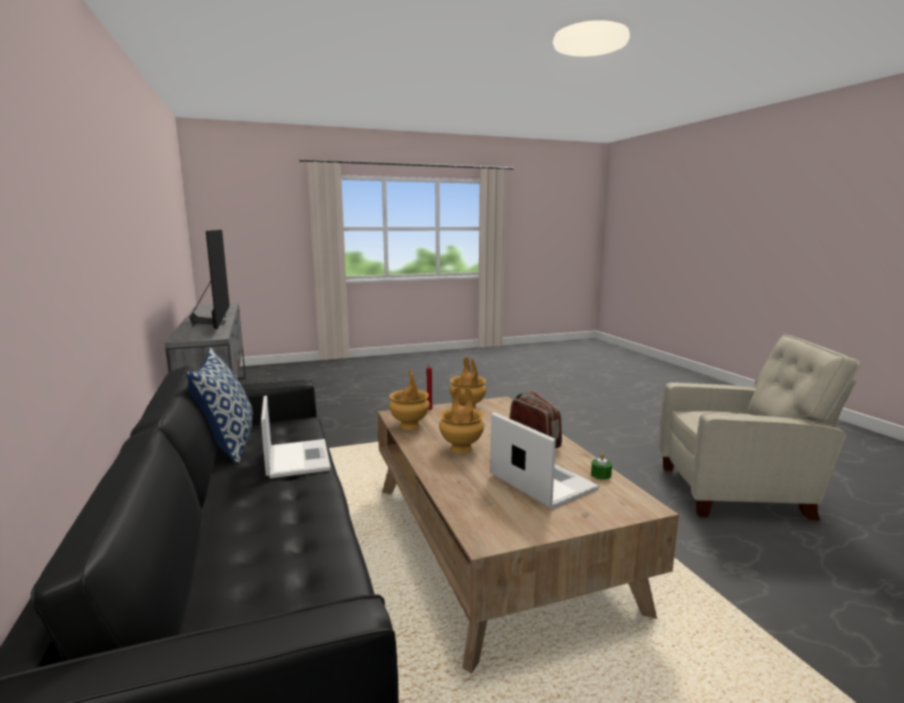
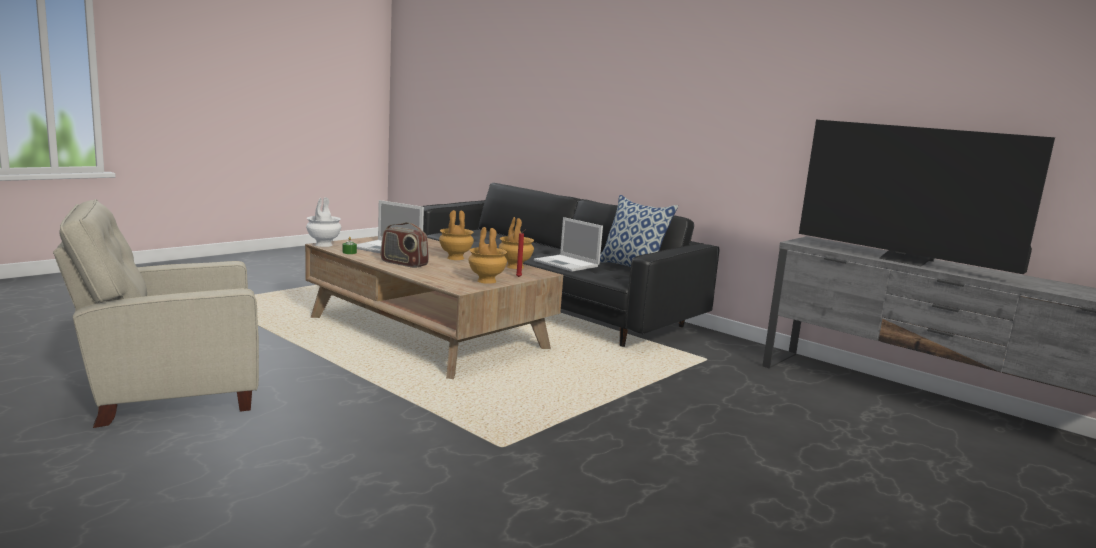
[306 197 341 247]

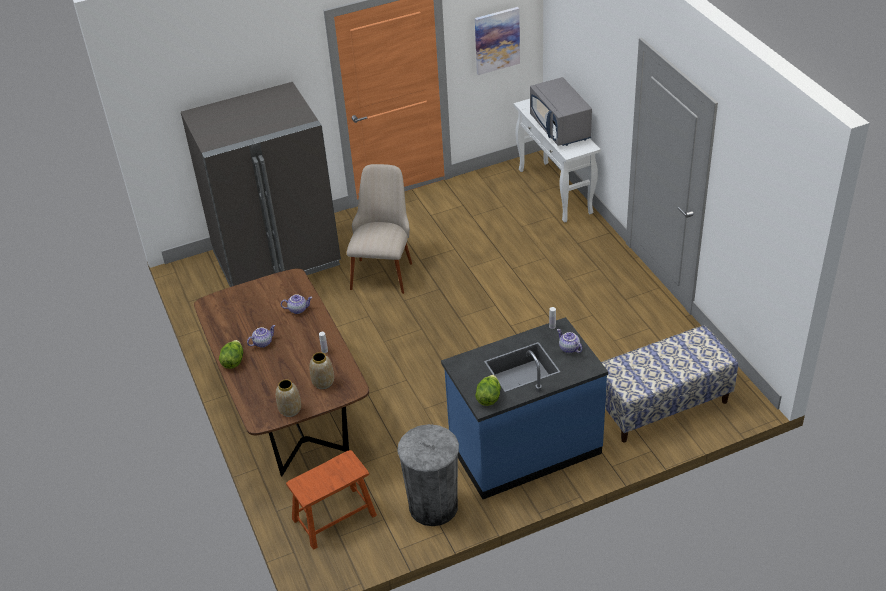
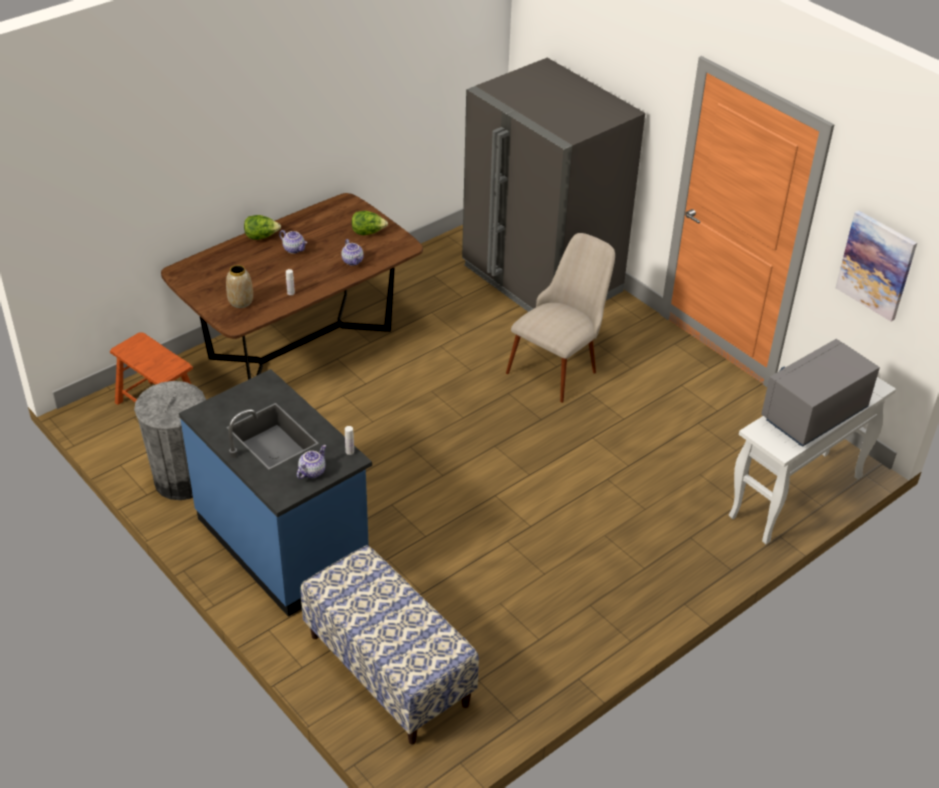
[276 379 301 417] (first image)
[506 233 615 403]
[351 211 388 235]

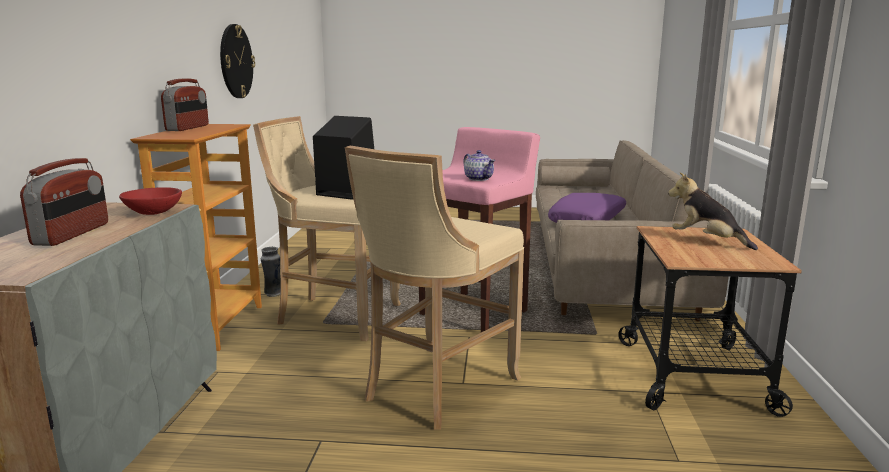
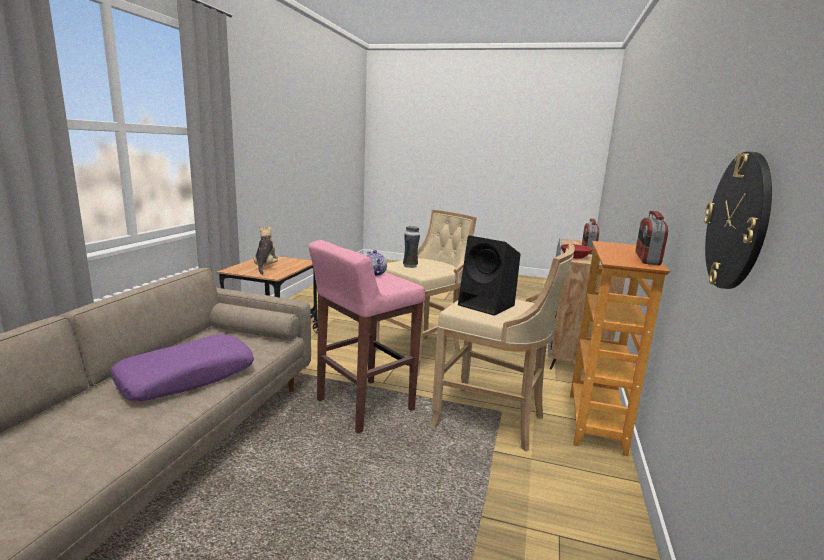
[403 226 420 268]
[254 226 278 275]

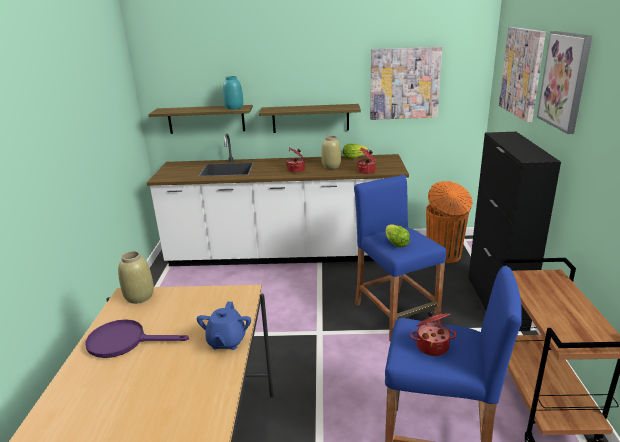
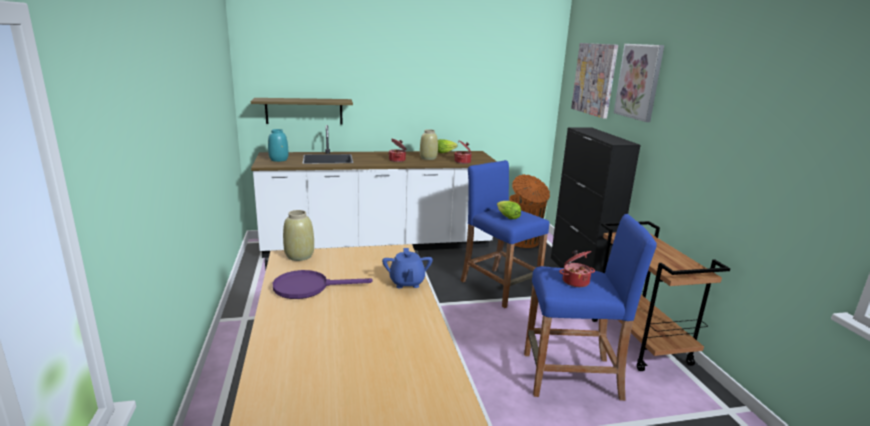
[268 129 289 162]
[259 104 361 133] (first image)
[370 46 442 120] (first image)

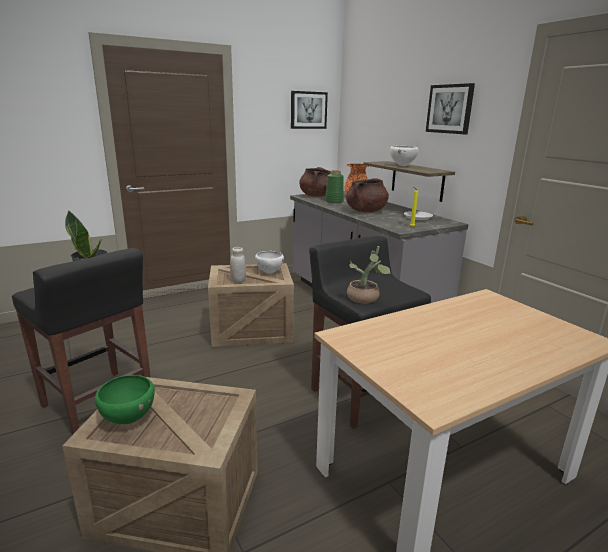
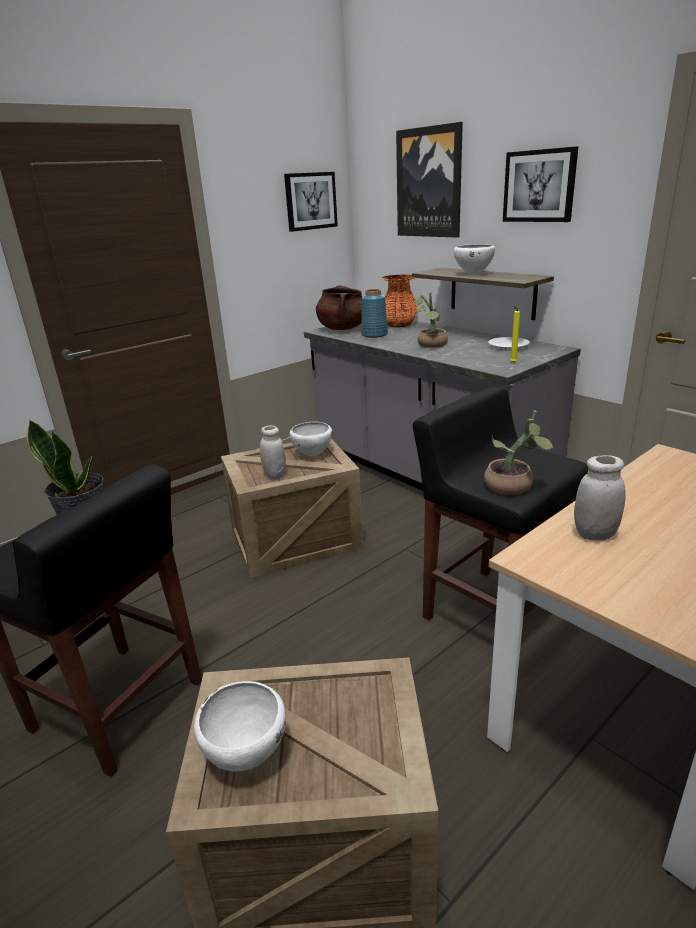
[194 681 286 771]
[361 289 388 338]
[415 292 448 348]
[396 122 463 238]
[574 455 626 541]

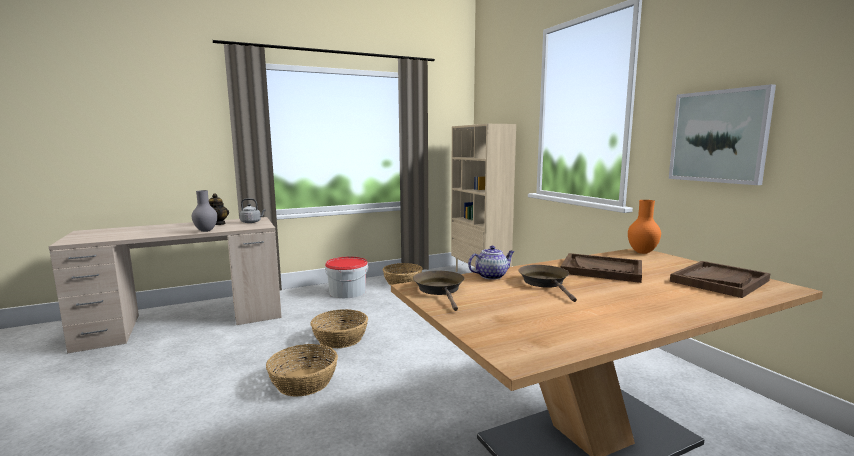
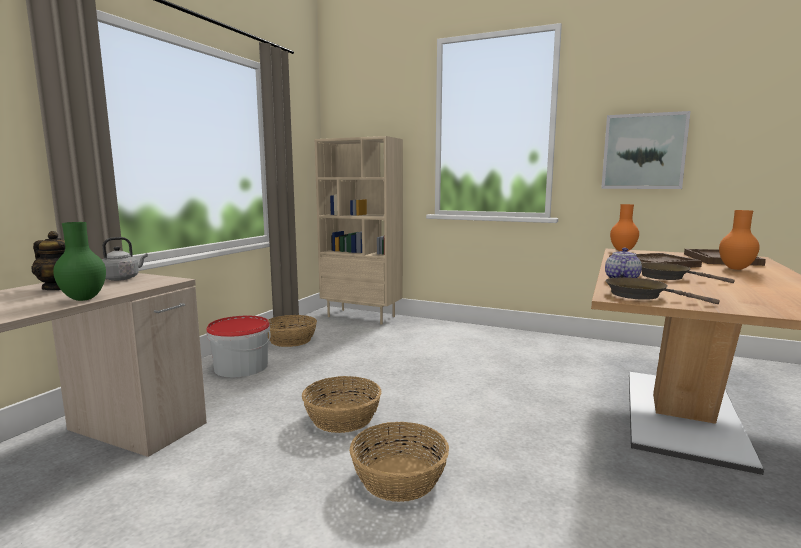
[53 222 106 301]
[719 210 760 270]

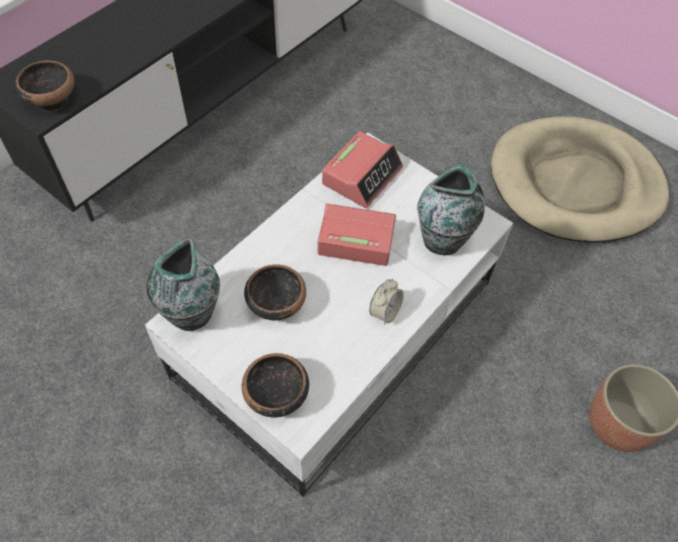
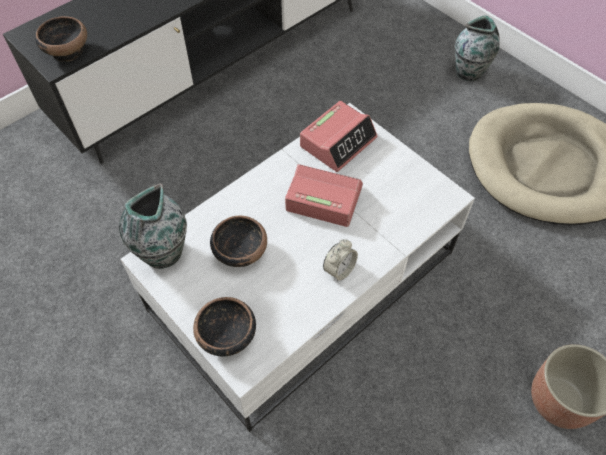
[455 15 500 81]

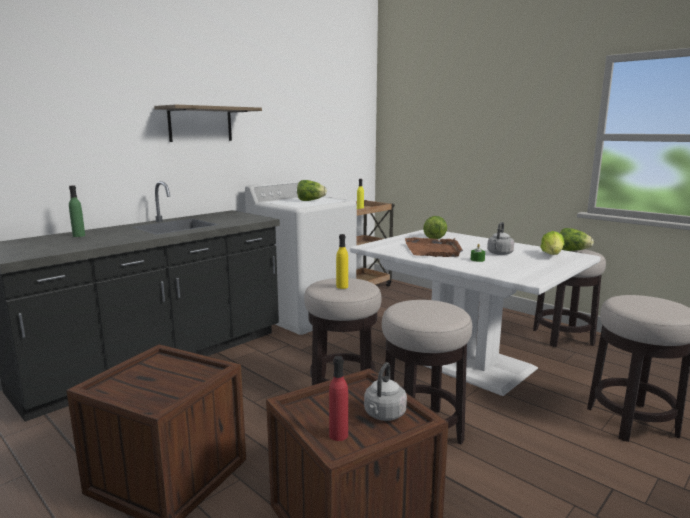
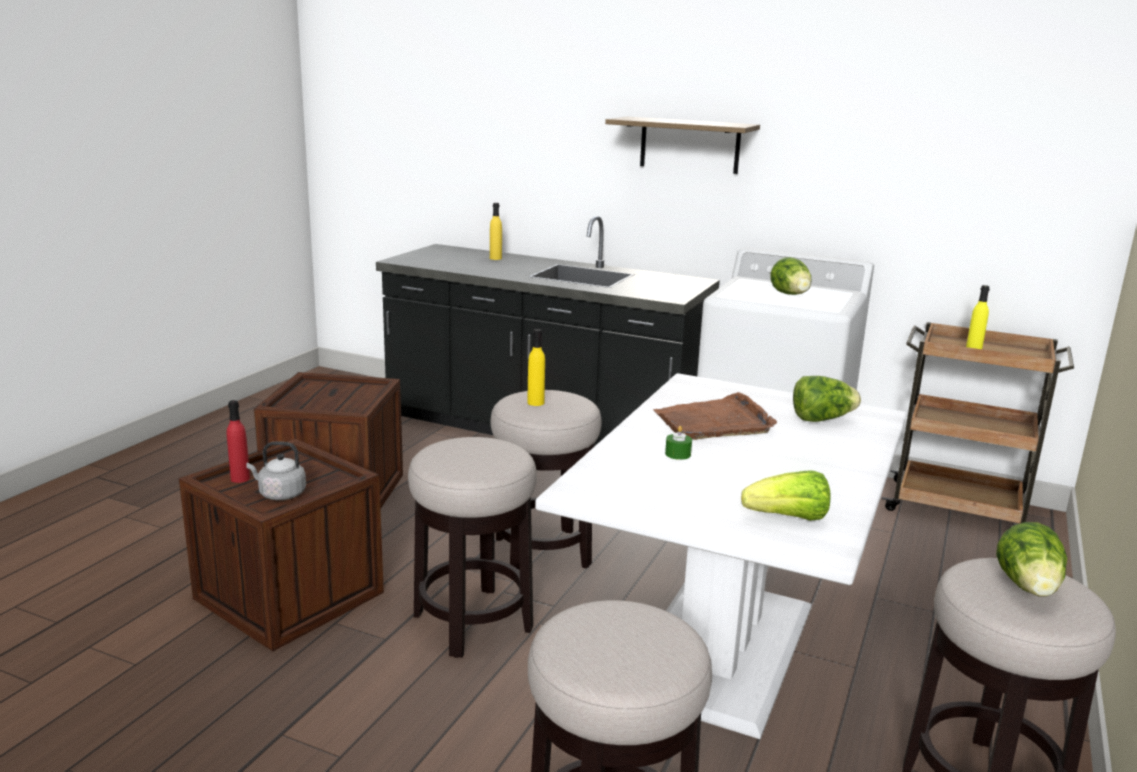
[490 203 502 260]
[487 222 514 255] (first image)

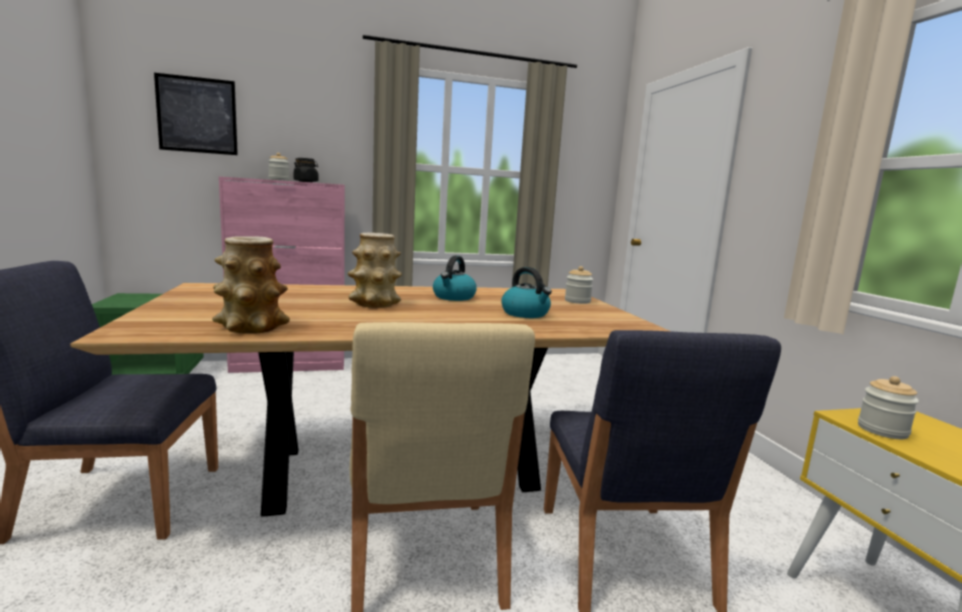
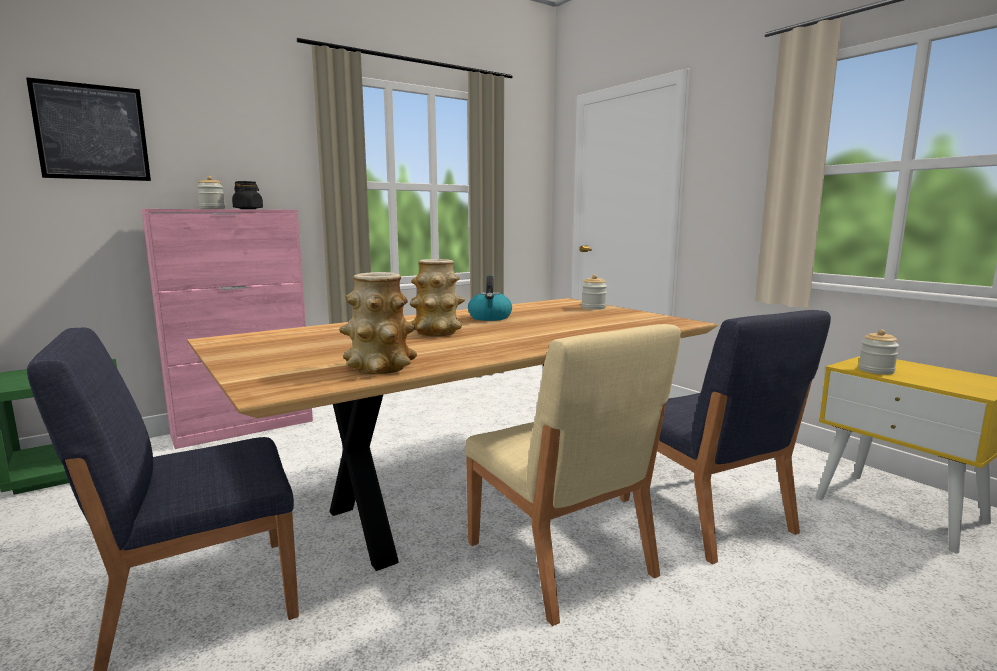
[501 267 552 318] (first image)

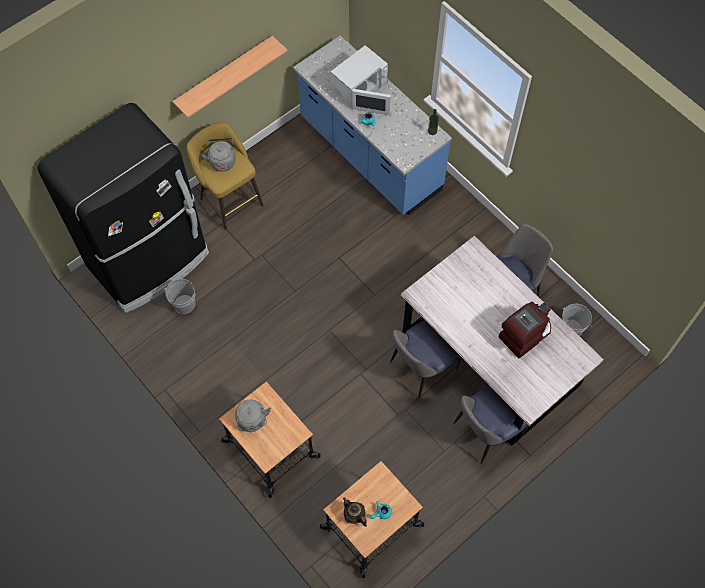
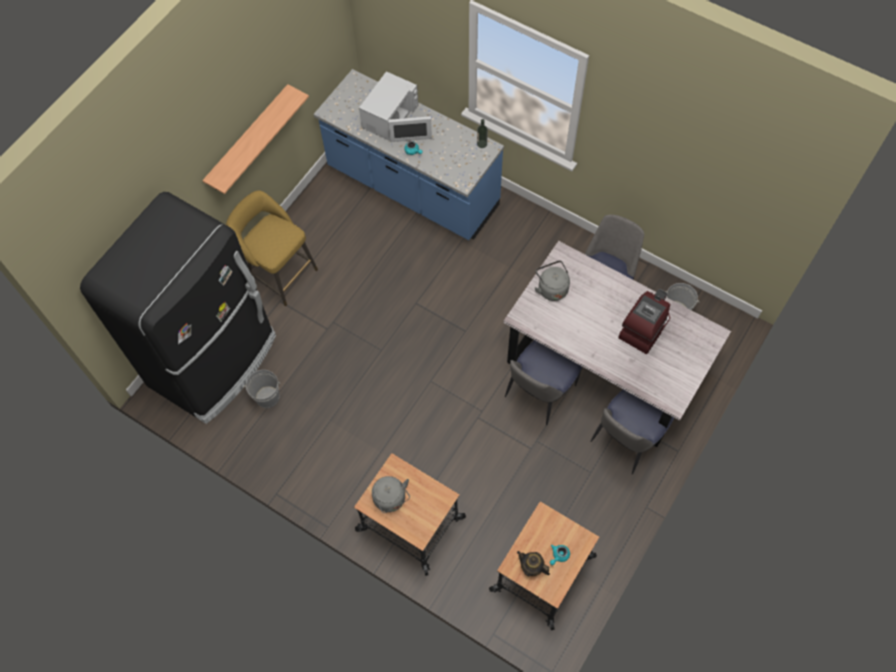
[535 260 570 301]

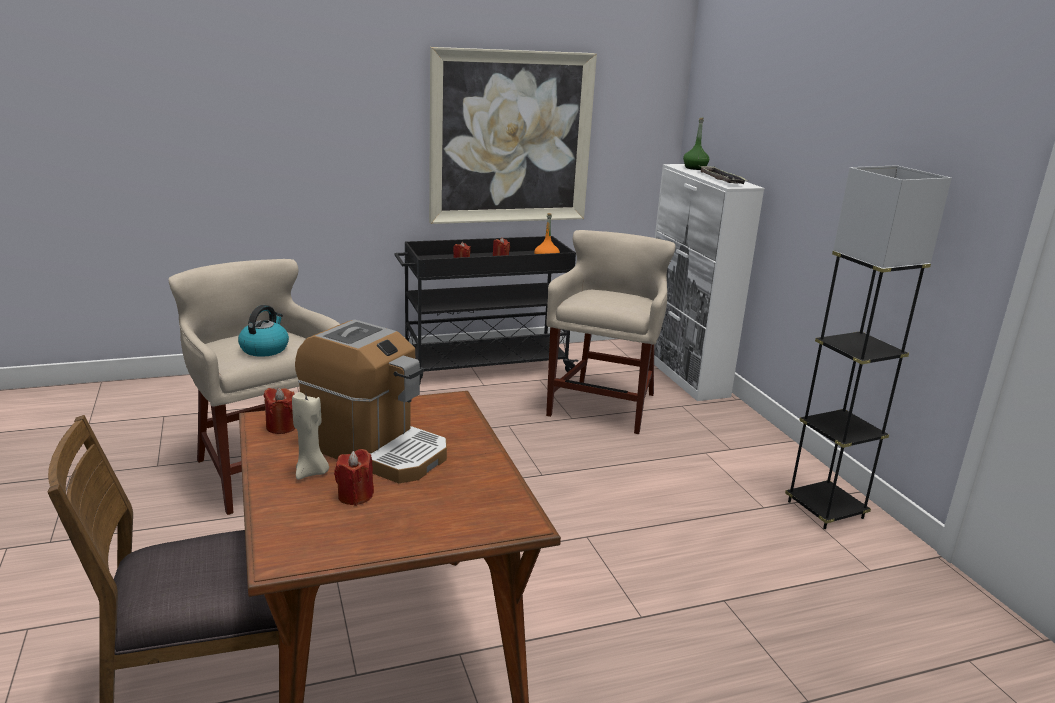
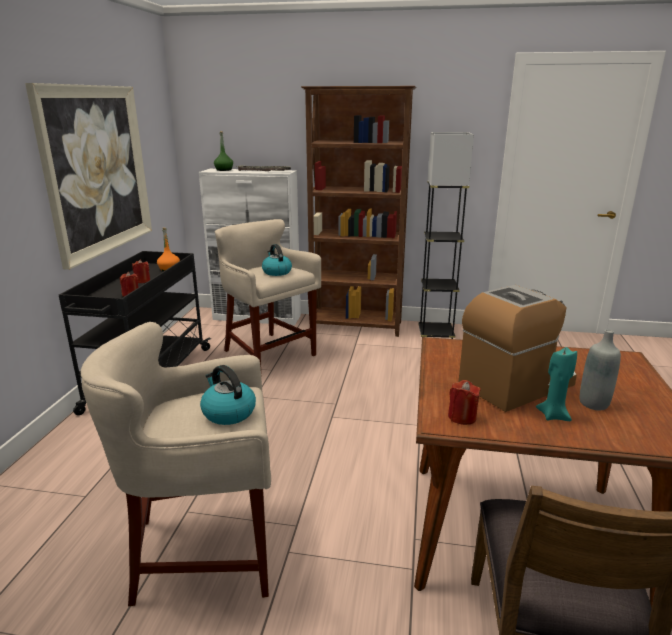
[536 346 577 421]
[580 329 621 411]
[262 244 292 276]
[301 86 417 337]

